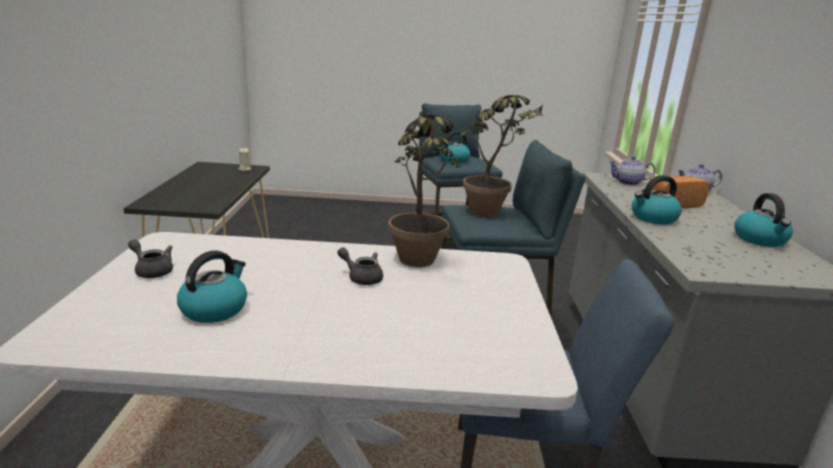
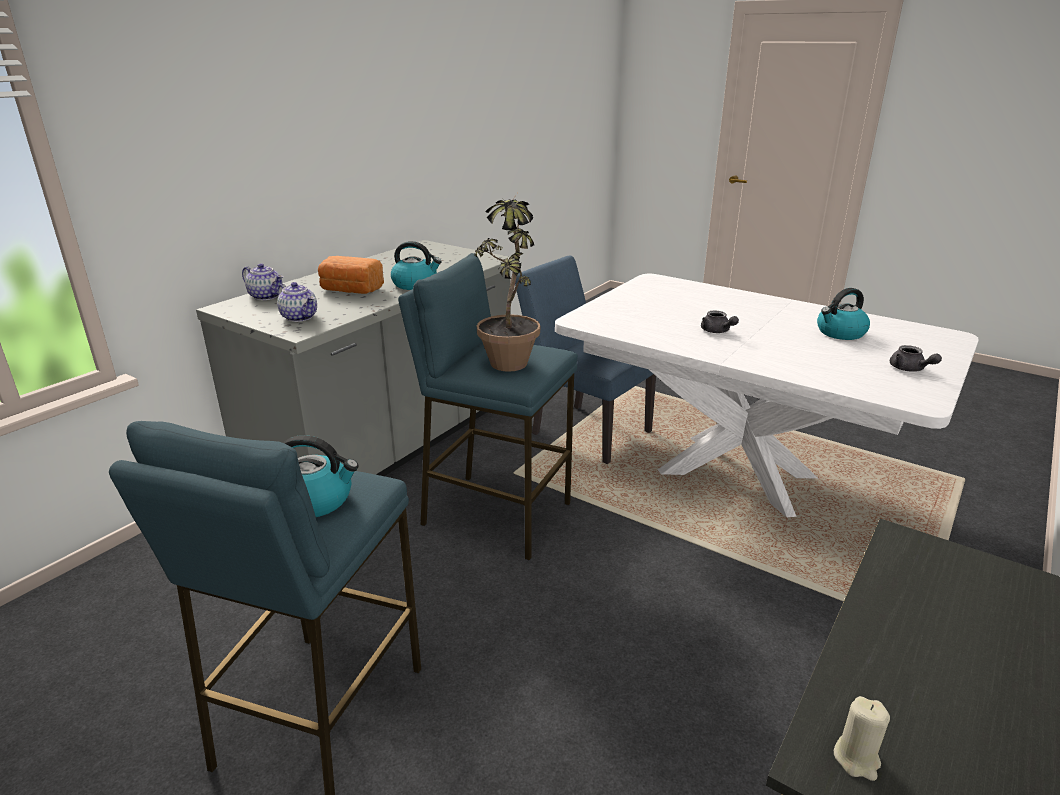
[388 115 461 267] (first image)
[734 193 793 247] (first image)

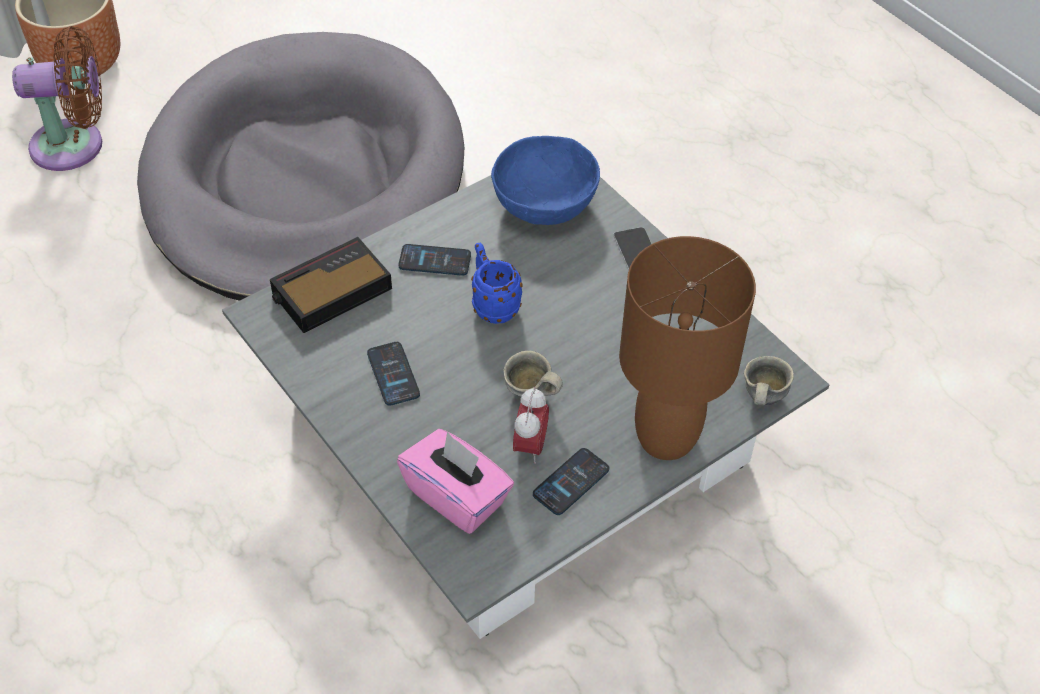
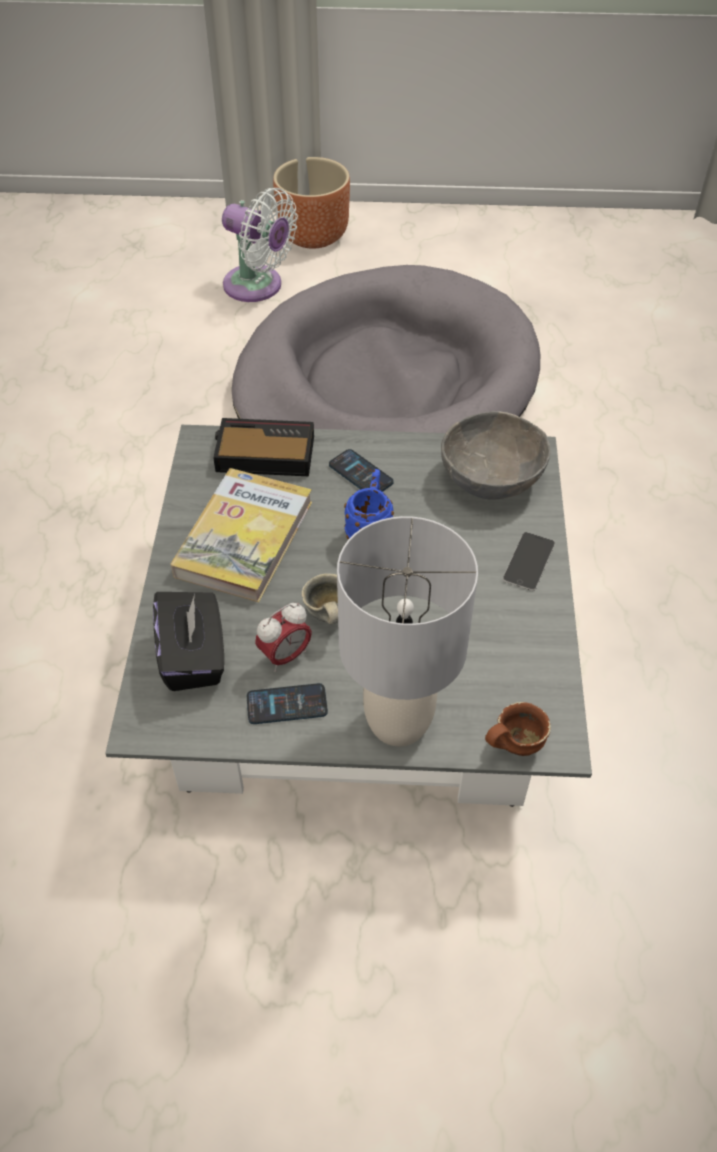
[222 188 298 302]
[171 468 312 602]
[153 592 224 691]
[441 411 551 499]
[337 516 478 746]
[485 702 551 756]

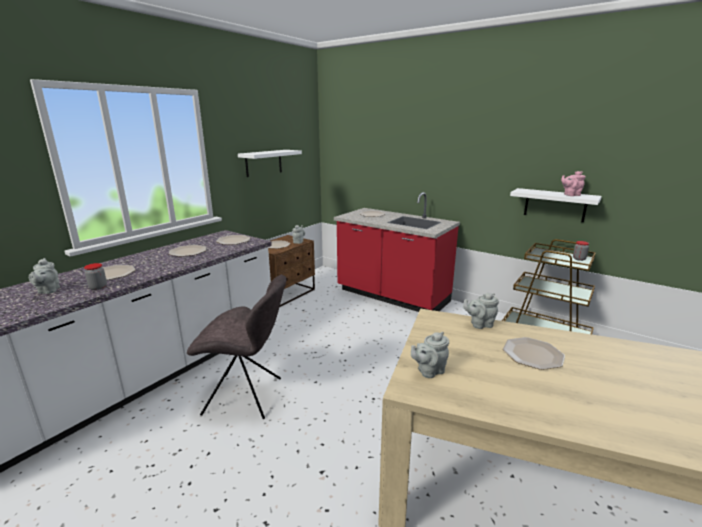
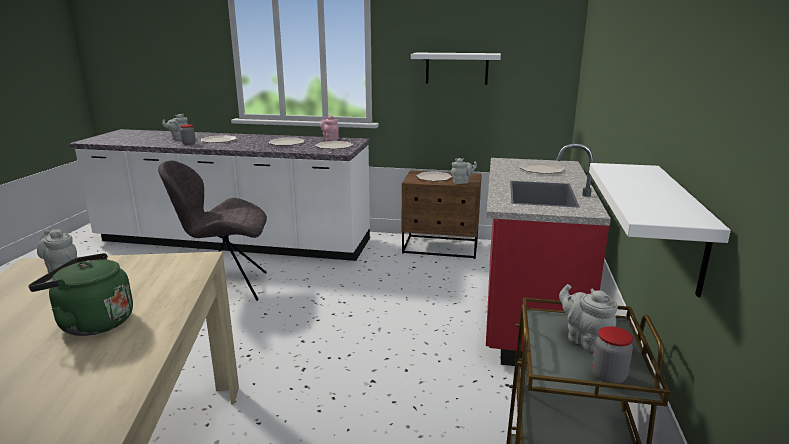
[158 160 267 301]
[559 284 618 352]
[29 253 133 336]
[321 115 339 141]

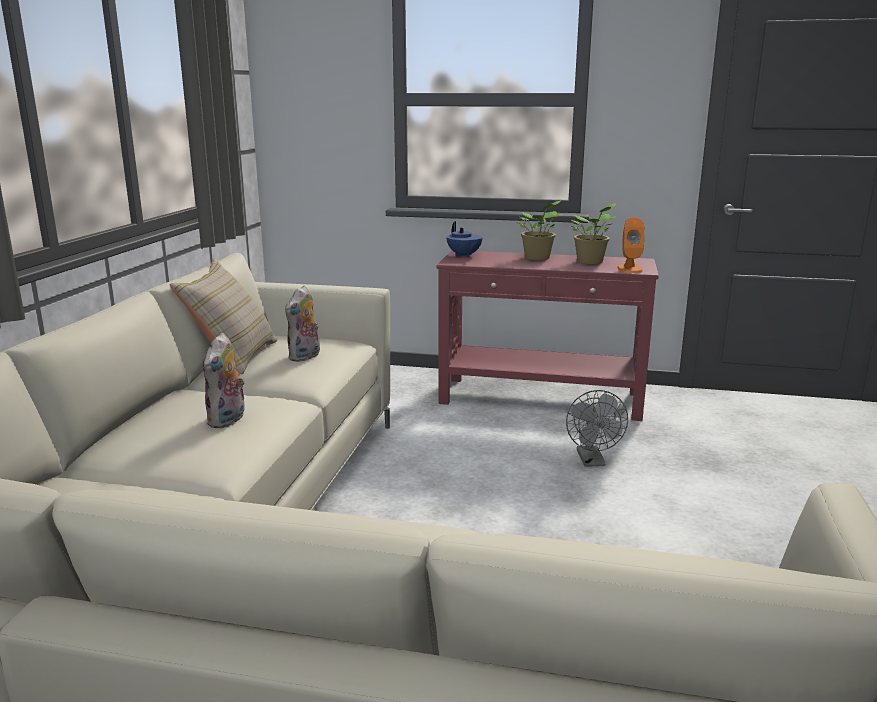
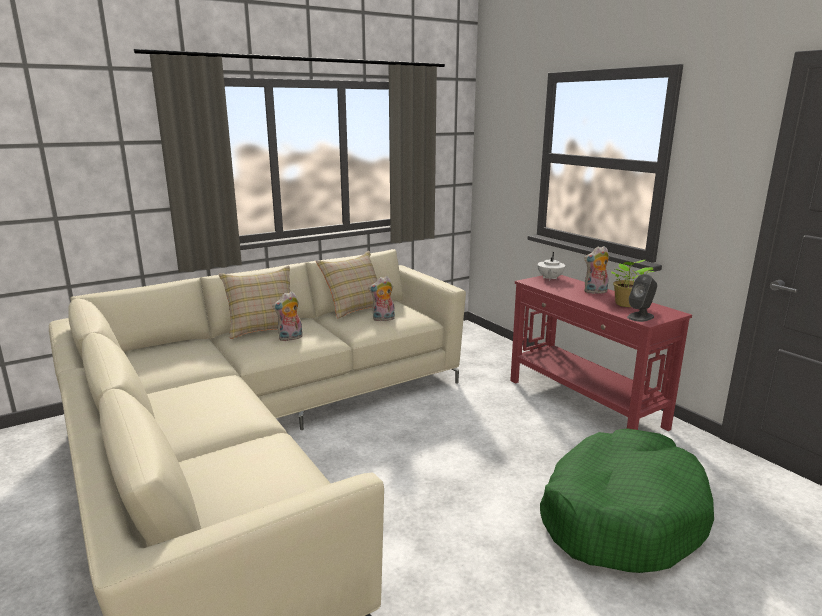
[537 252 566 281]
[584 246 609 294]
[566 390 628 467] (first image)
[627 274 657 322]
[219 266 290 339]
[540 428 714 573]

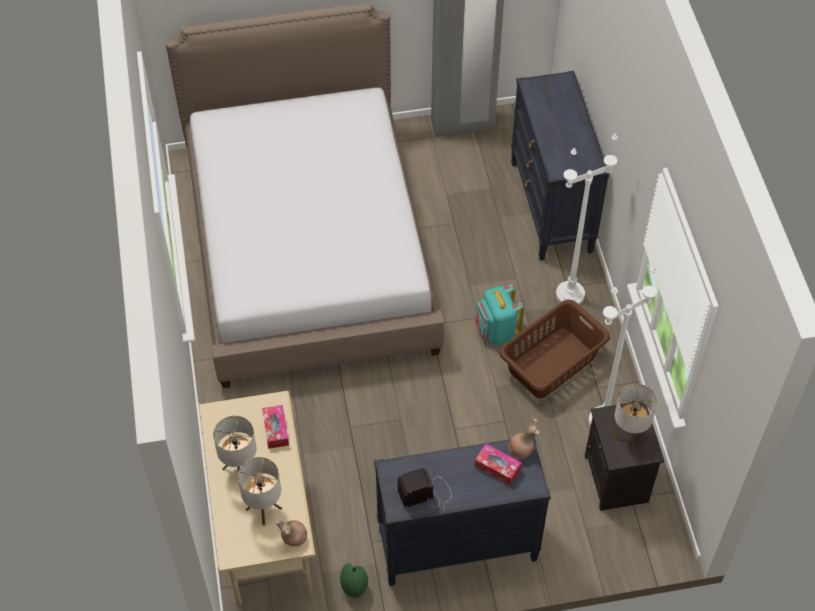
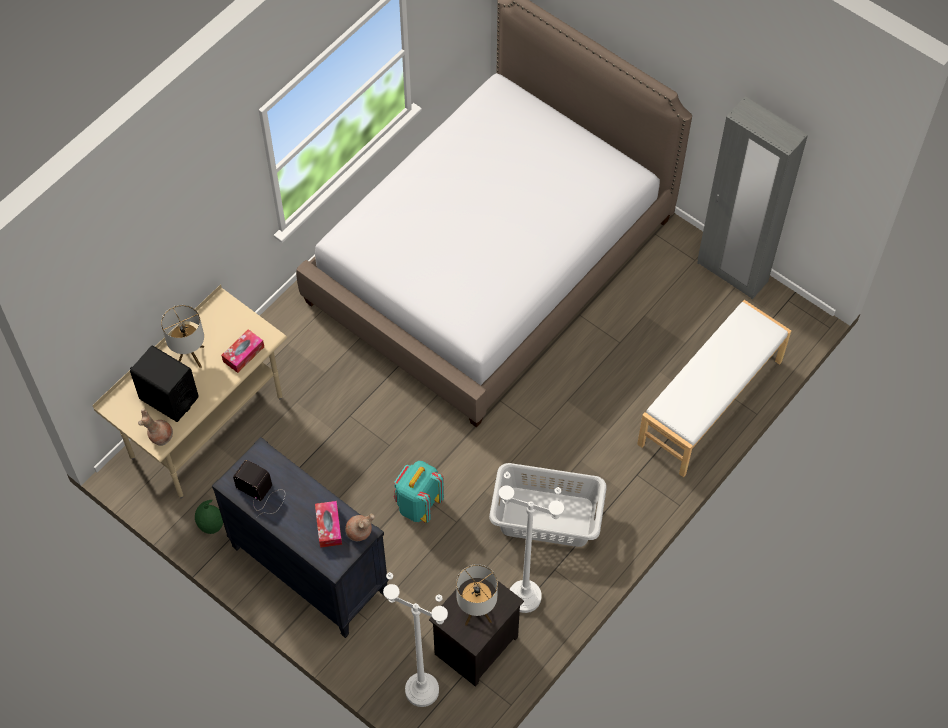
[130 345 199 422]
[394 461 444 523]
[489 463 607 547]
[637 300 791 477]
[383 572 448 707]

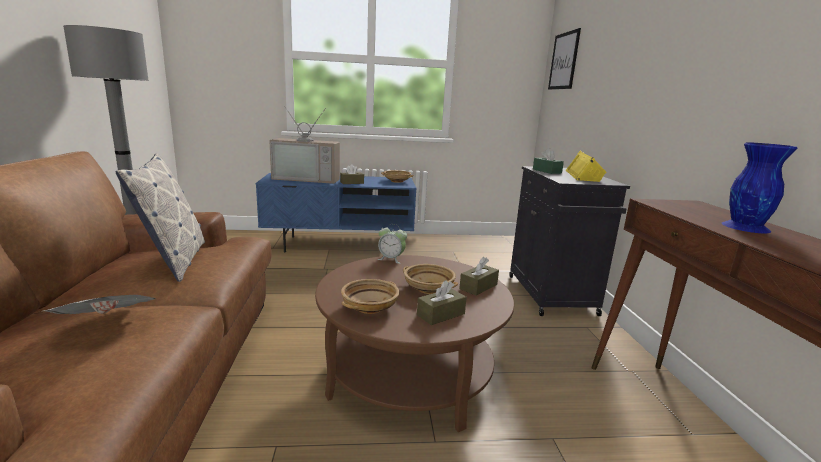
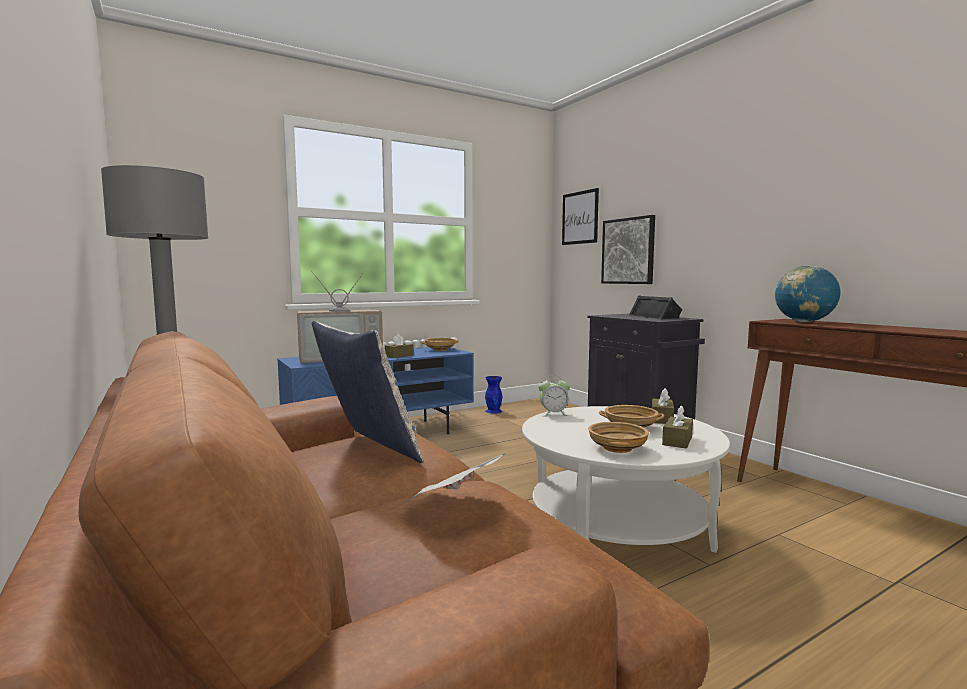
[522 406 730 553]
[533 148 564 174] (first image)
[629 295 683 319]
[485 376 502 414]
[601 215 655 284]
[775 266 841 322]

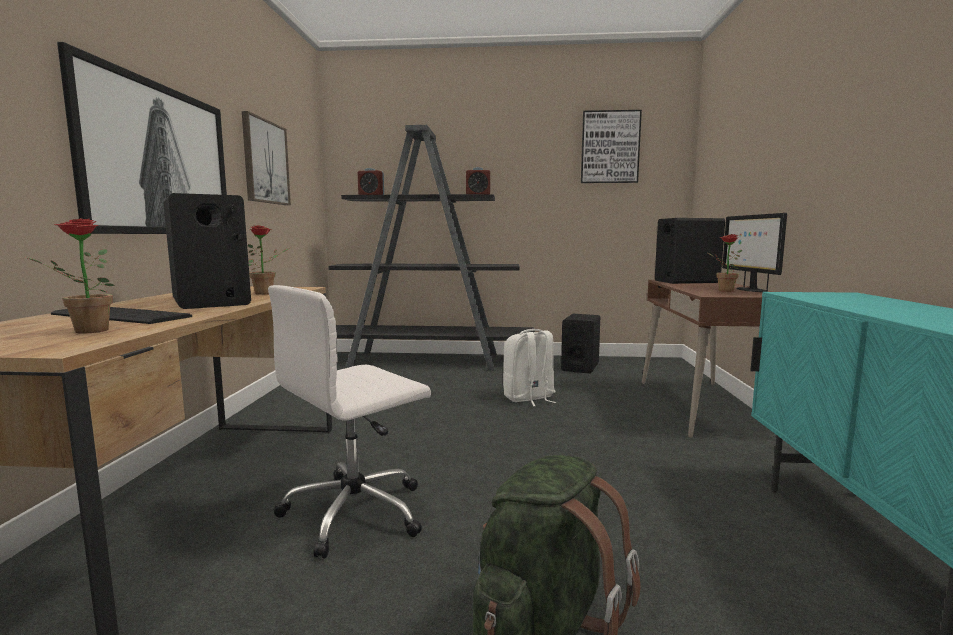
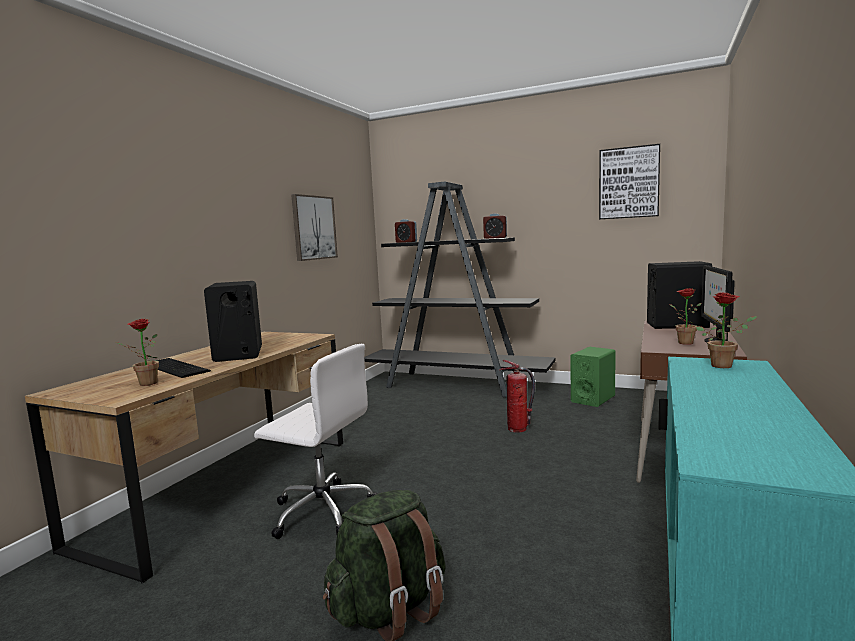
[57 42 227 234] (first image)
[696 292 757 368]
[254 344 378 539]
[499 360 535 433]
[570 347 616 407]

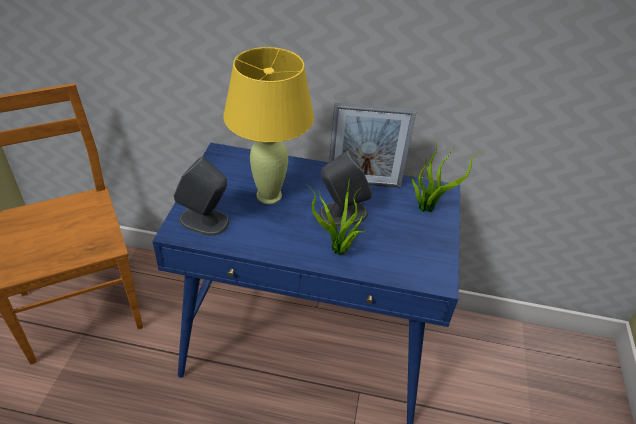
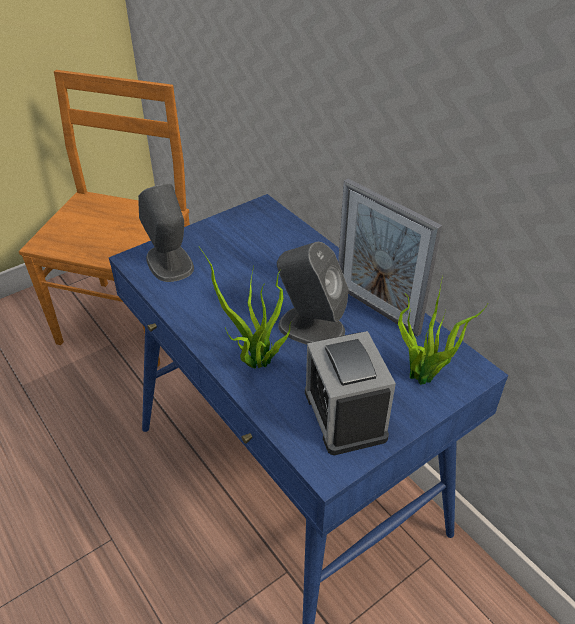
[223 47 314 204] (first image)
[305 331 396 455]

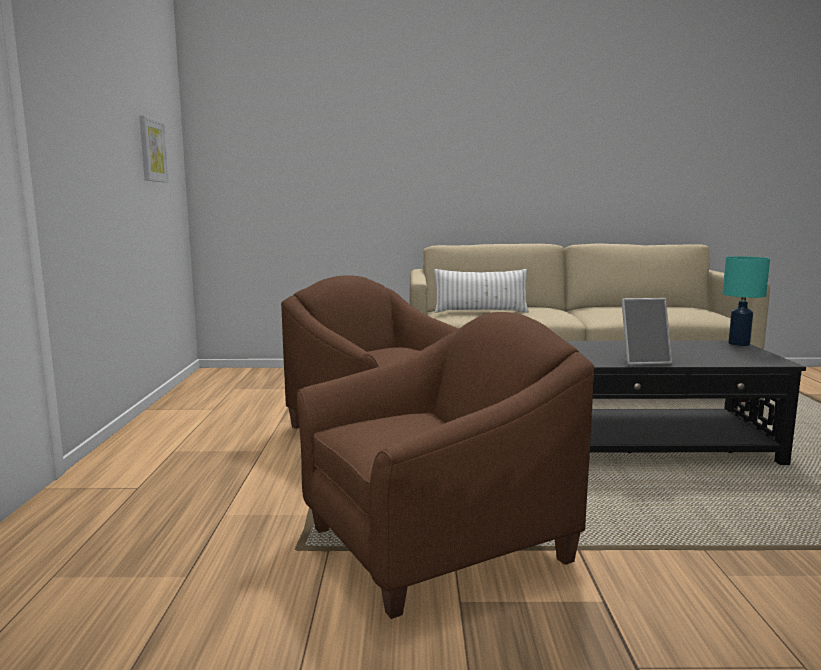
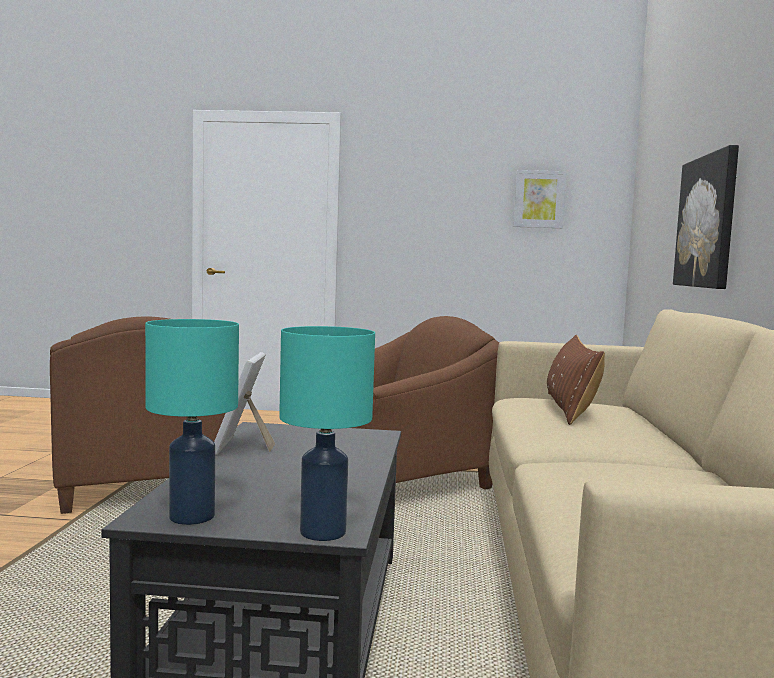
[547 335 605 425]
[145 319 239 525]
[673 145 739 289]

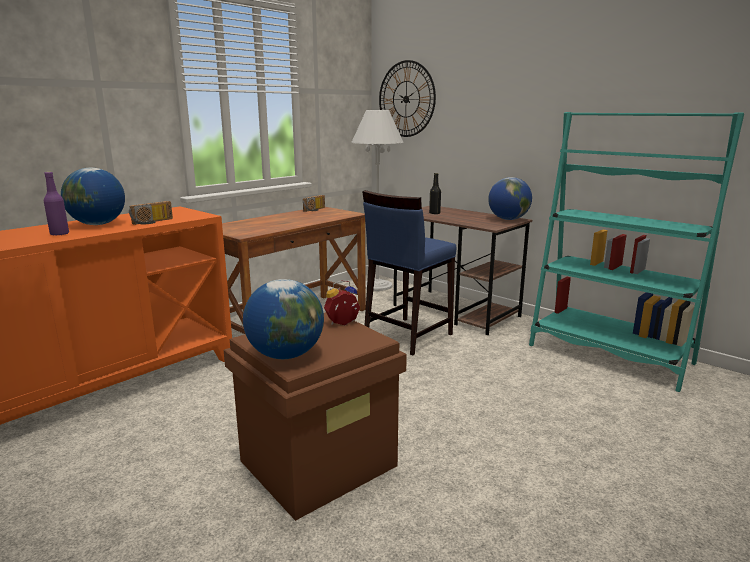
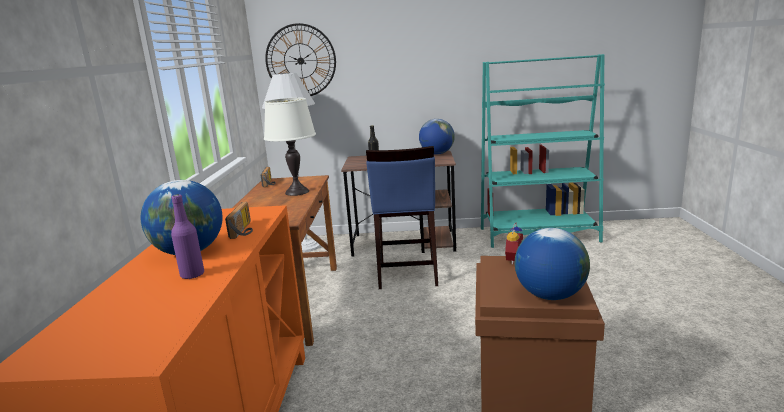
[264 98 316 196]

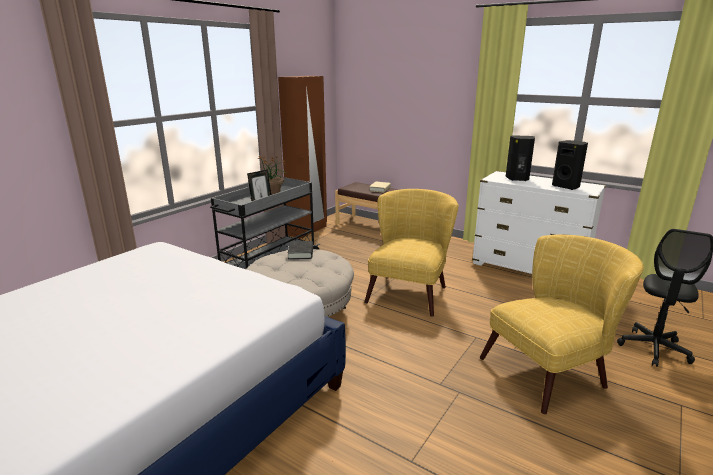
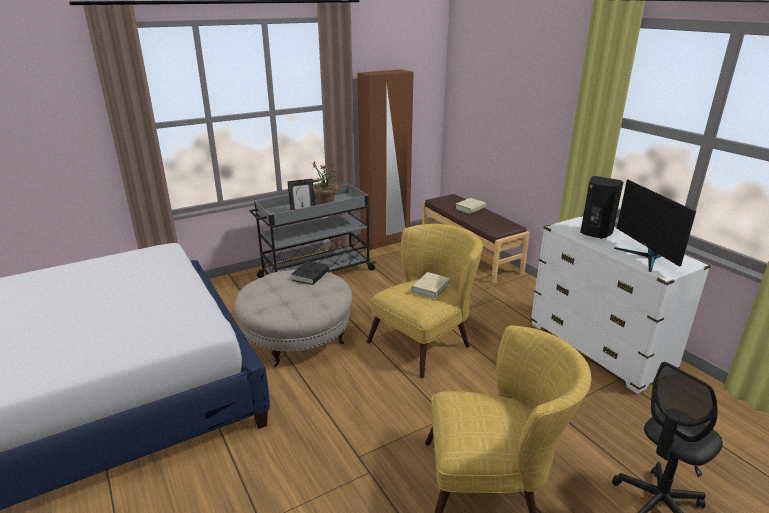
[614 180 696 272]
[411 272 450 300]

